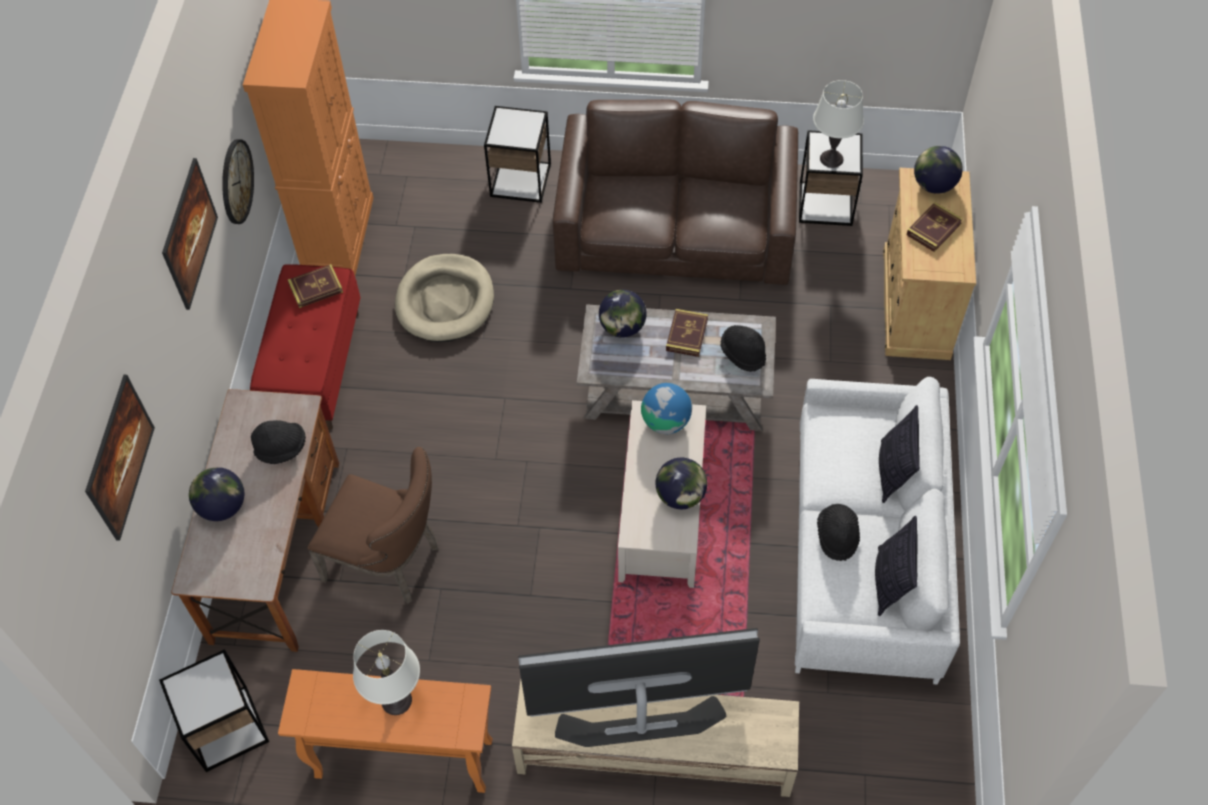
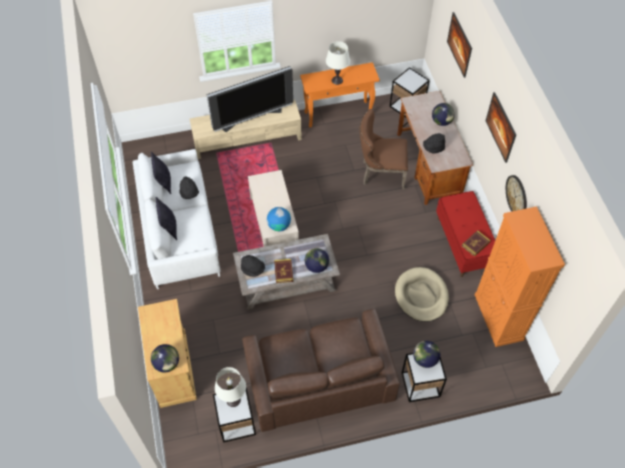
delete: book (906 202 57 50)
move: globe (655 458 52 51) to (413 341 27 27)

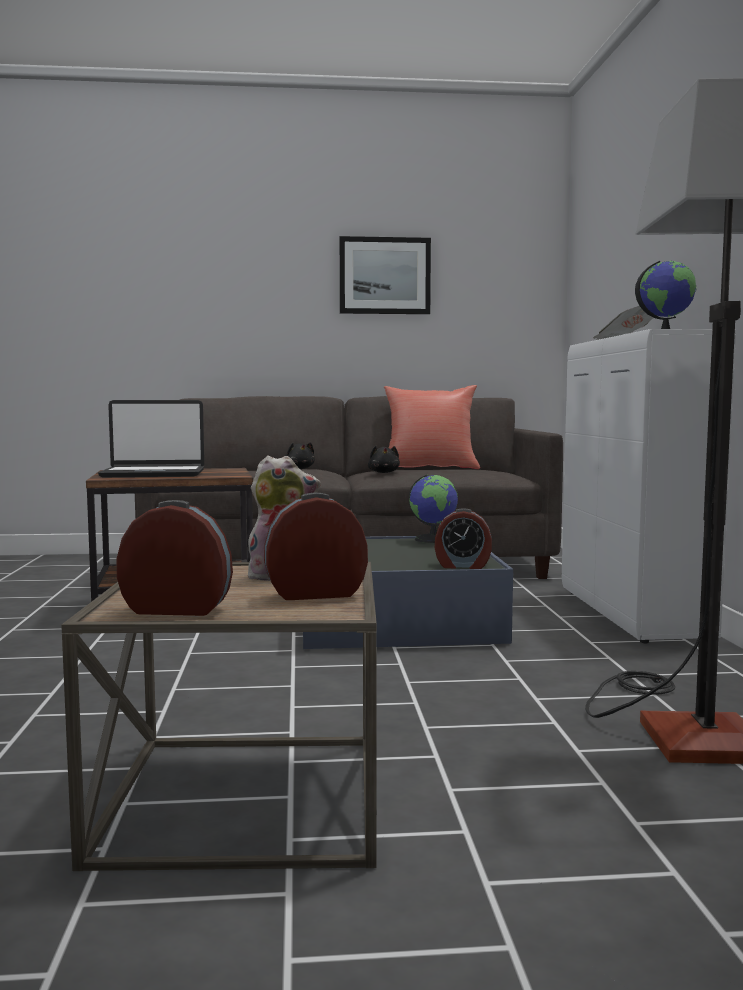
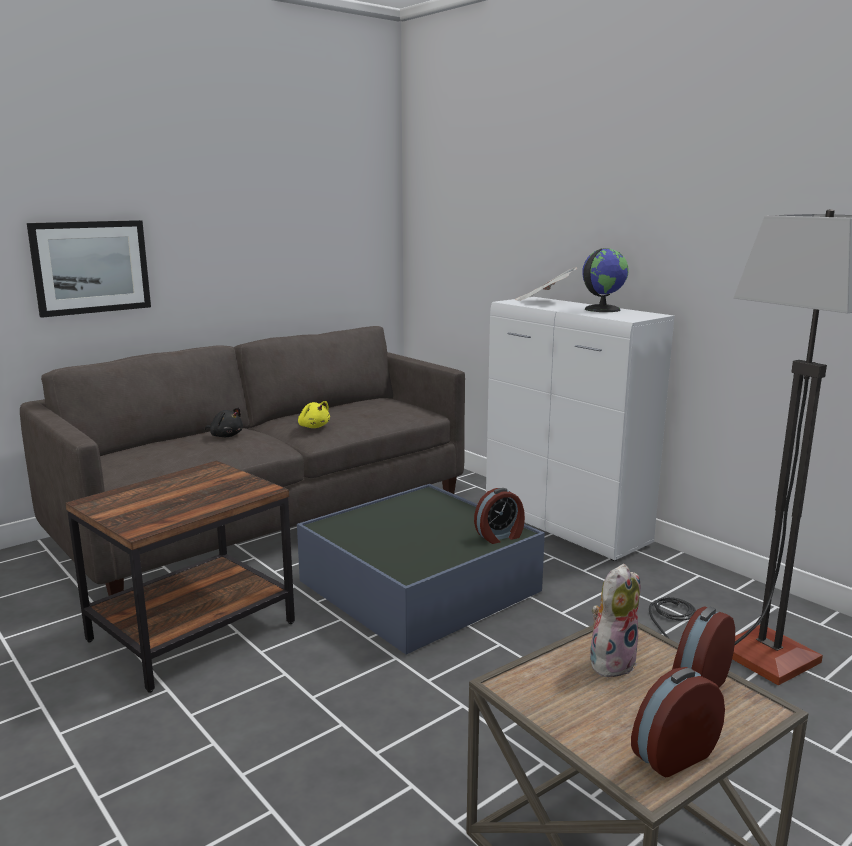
delete: laptop (98 400 106 77); pillow/red (384 385 96 84); globe (408 475 50 68)
move: picture (340 236 91 78) to (27 220 124 98)
recolor: plush toy/black (368 445 32 28) to plush toy/yellow (298 401 32 27)

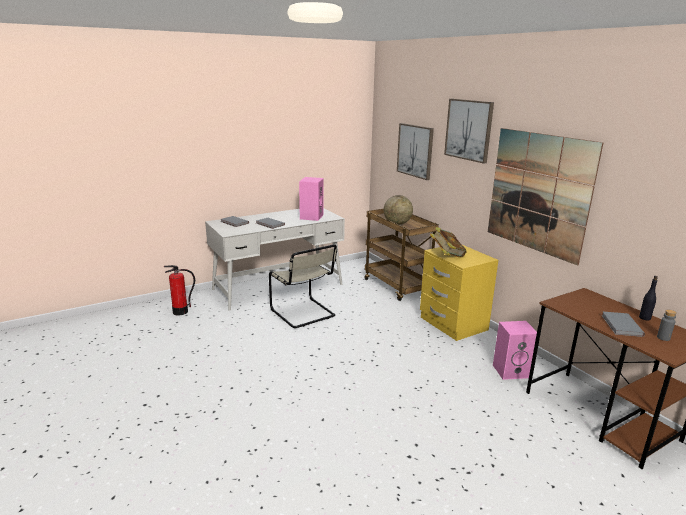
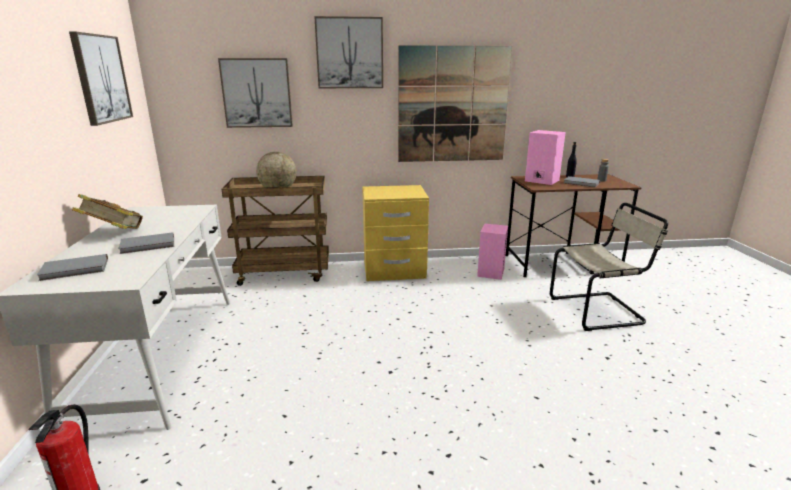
insert: picture (69 32 64 94)
move: book (430 227 37 31) to (72 194 71 35); speaker/pink (299 177 25 44) to (525 130 41 55); chair/beige (269 244 68 84) to (550 203 118 128)

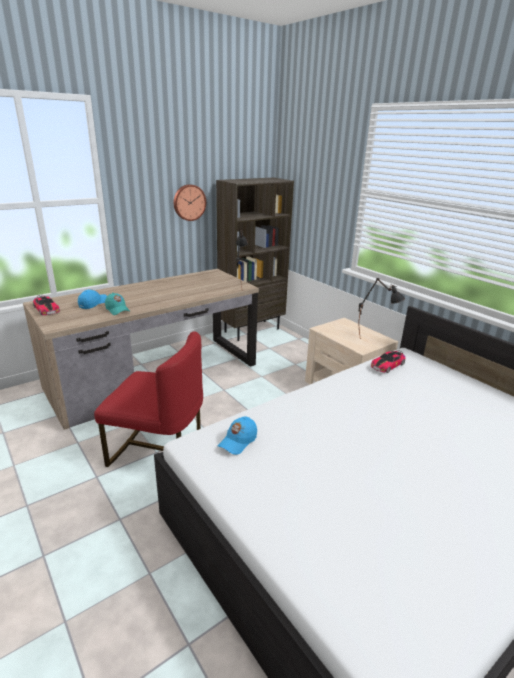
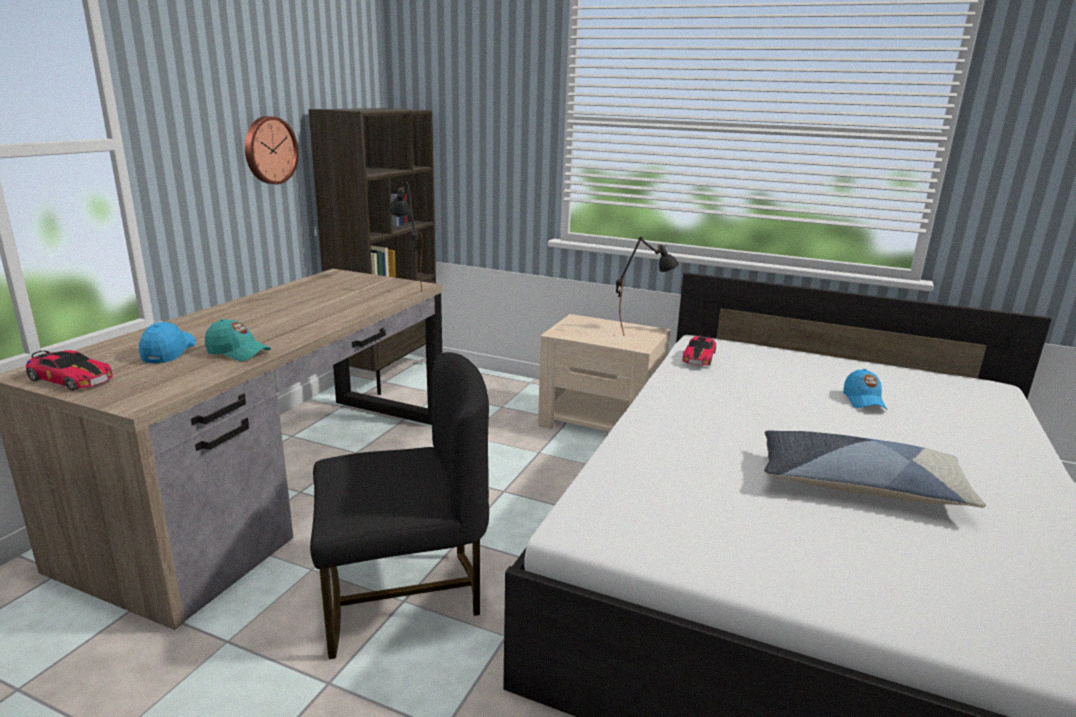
insert: pillow (764 430 222 78)
move: cap/blue (218 417 39 38) to (843 369 44 41)
recolor: chair/red (94 331 109 136) to chair/black (310 352 179 307)

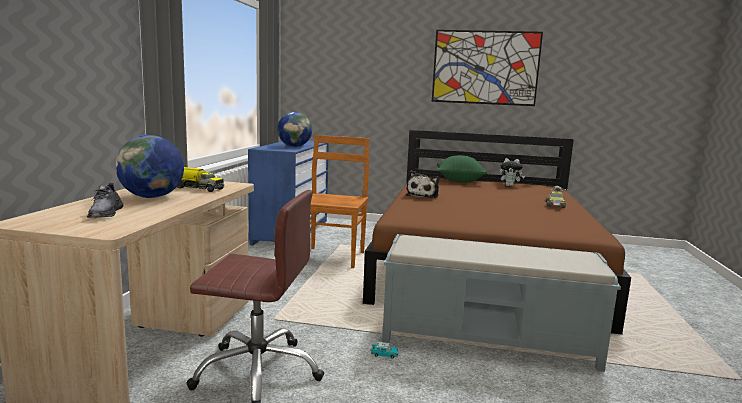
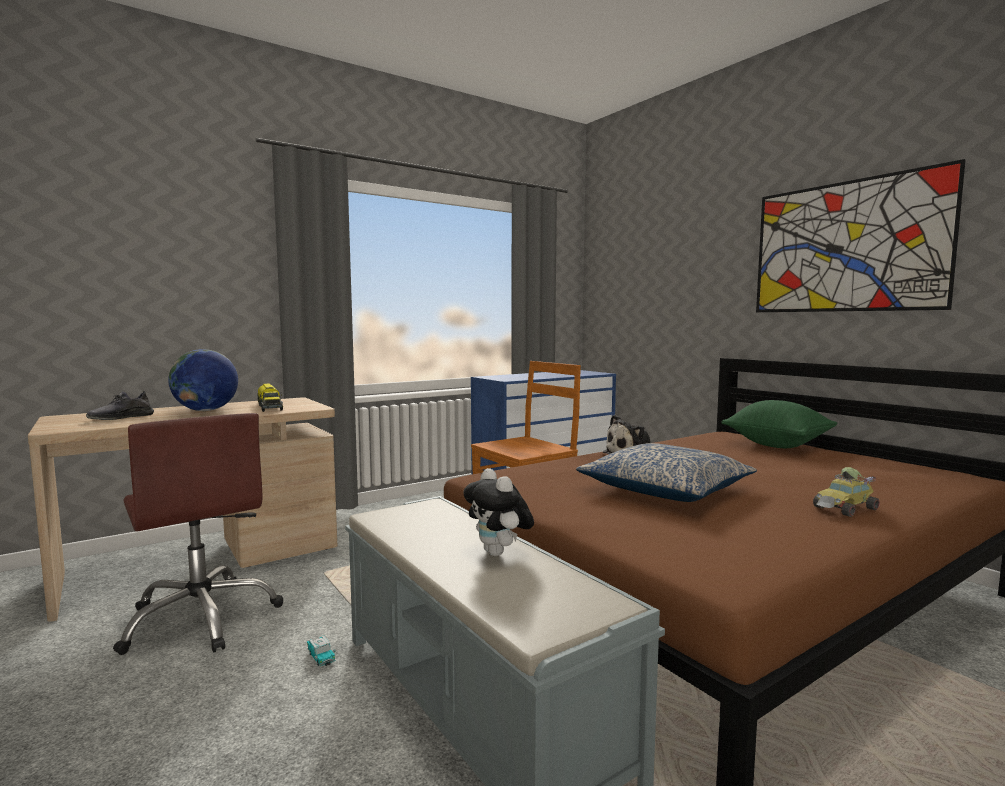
delete: globe (277 112 35 35)
insert: pillow (576 443 181 59)
move: plush toy (499 158 26 28) to (463 468 71 88)

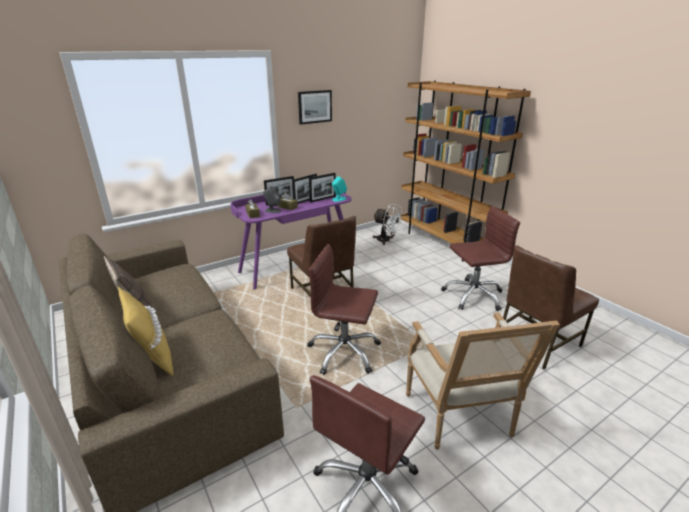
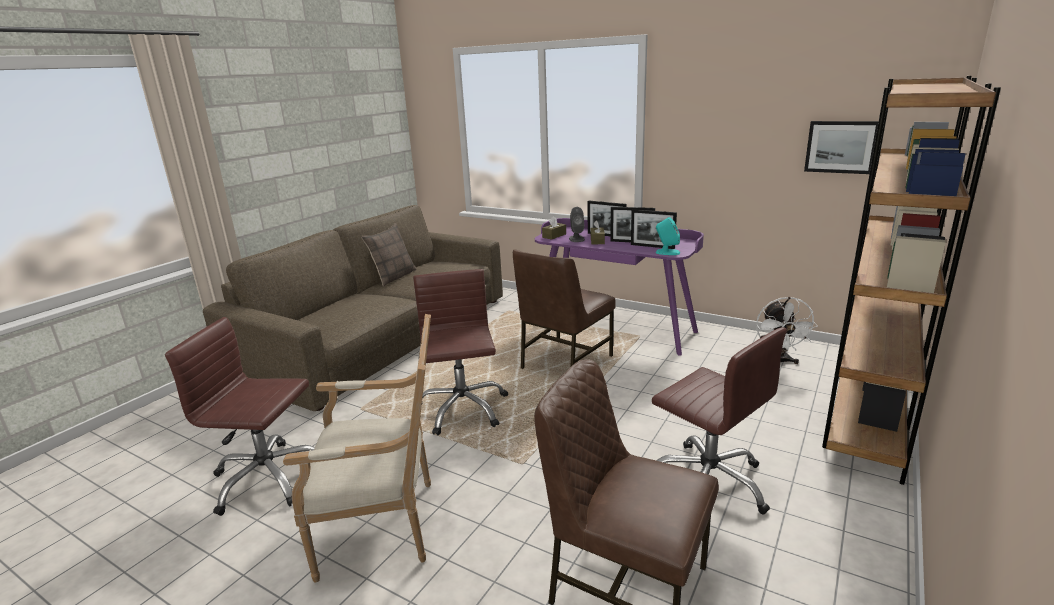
delete: pillow/yellow (118 287 56 89)
move: picture (298 90 34 35) to (804 121 75 53)
rotate: armchair (406 312 154 138) = (283 314 148 269) 150 degrees counterclockwise

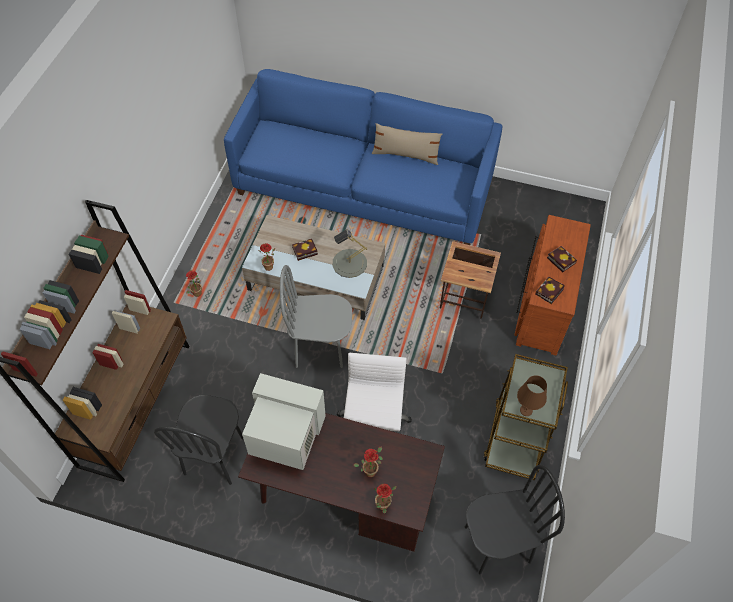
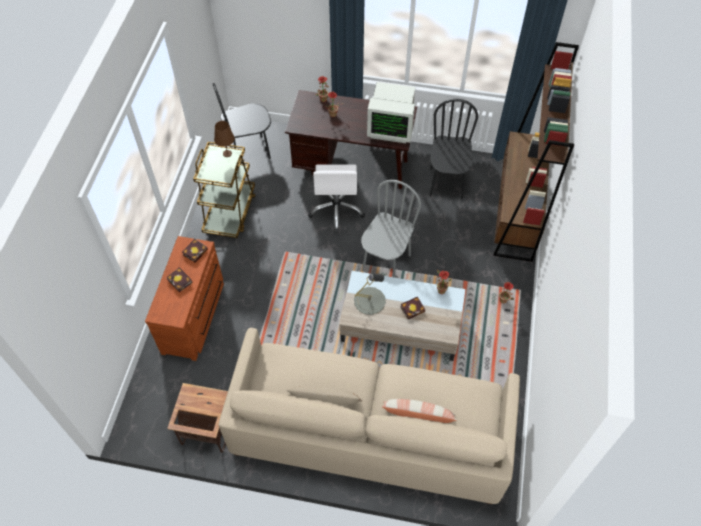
insert: pillow (382 399 75 24)
move: side table (440 241 61 78) to (167 383 61 70)
recolor: sofa/blue (224 69 278 176) to sofa/beige (219 328 301 176)
rotate: chair/grey (280 265 72 103) = (361 180 60 98) 60 degrees counterclockwise

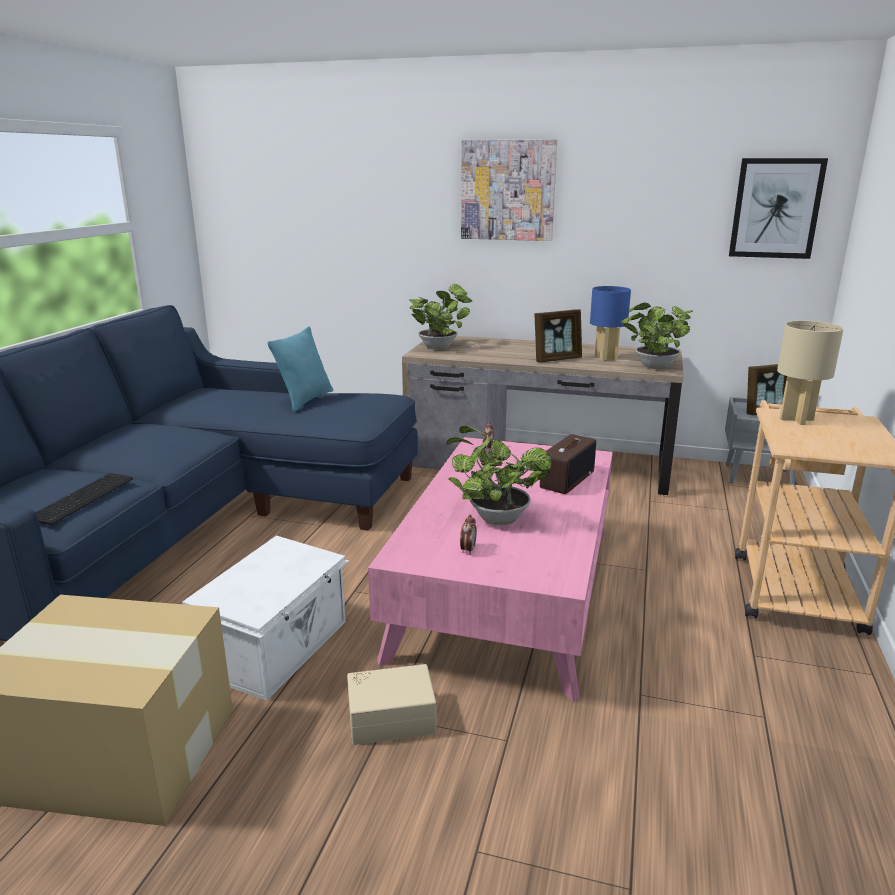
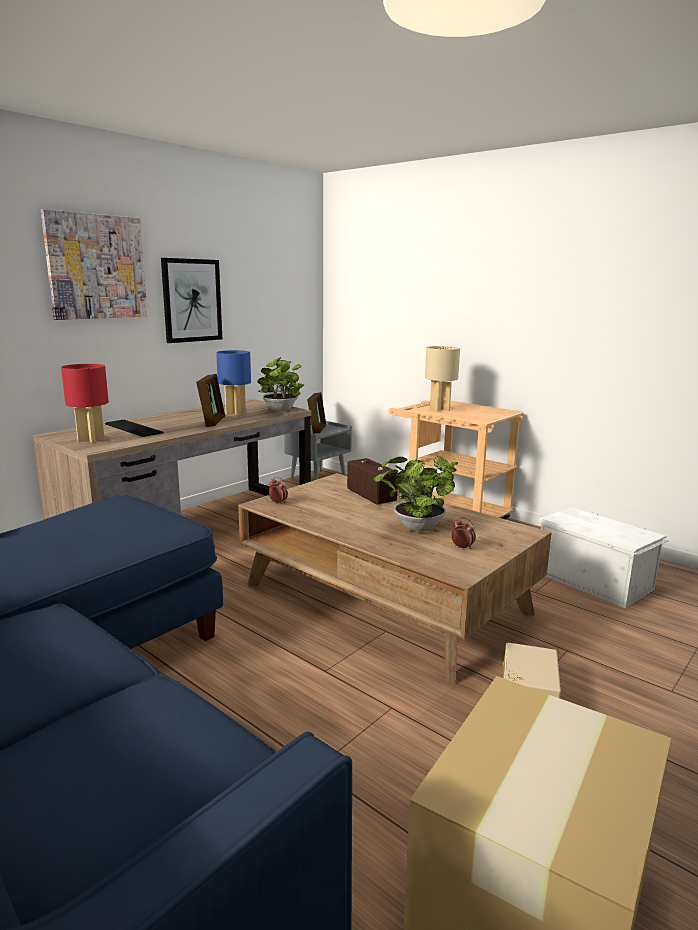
delete: pillow/turquoise (267 326 66 86)
move: keyboard (36 473 97 52) to (105 420 59 17); picture (729 158 99 101) to (161 258 61 85); storage box/white (182 536 167 165) to (538 507 131 101)
replace: potted plant (409 284 63 66) to table lamp/red (61 364 48 79)
recolor: coffee table/pink (368 437 245 265) to coffee table/brown (238 473 314 211)

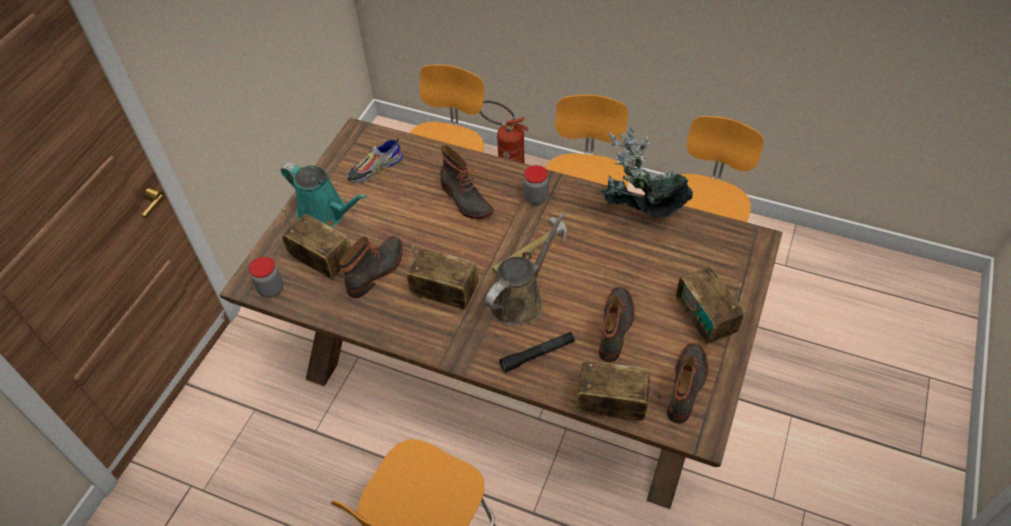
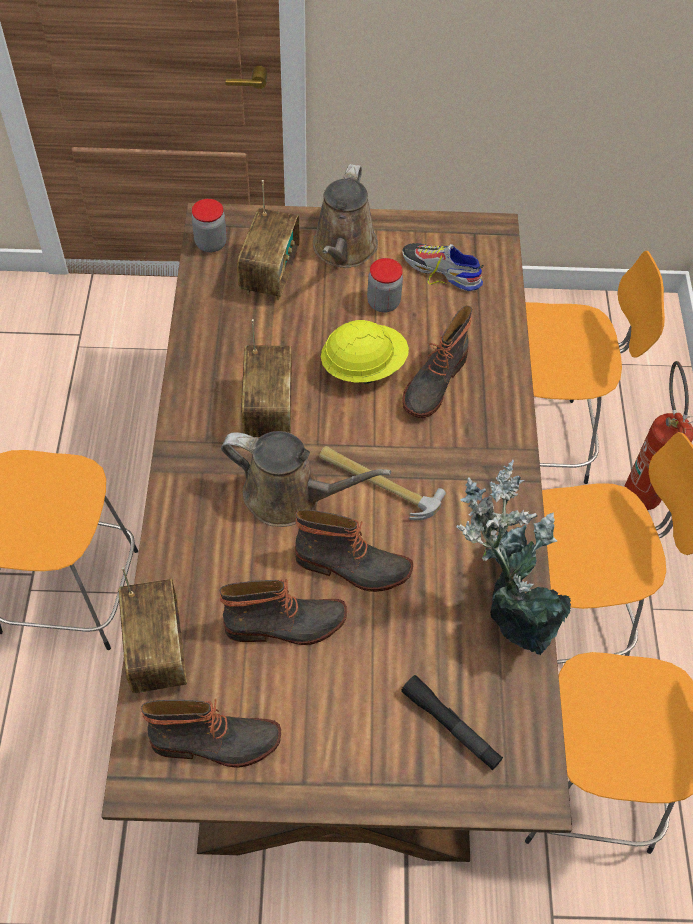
delete: radio (676 267 68 77)
insert: hard hat/yellow (321 320 88 64)
move: boot (339 236 64 62) to (295 509 118 83); jar (523 165 26 40) to (367 258 36 55); flashlight/black (500 332 75 41) to (401 675 102 95)
recolor: watering can/turquoise (281 162 86 65) to watering can/brown (313 164 65 104)

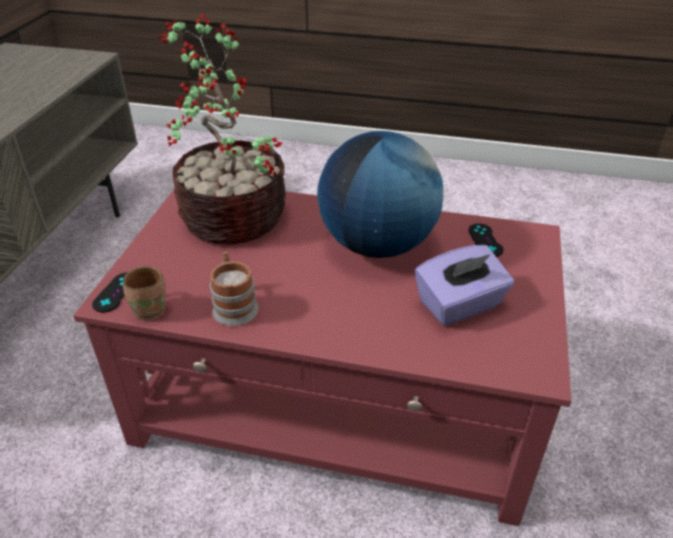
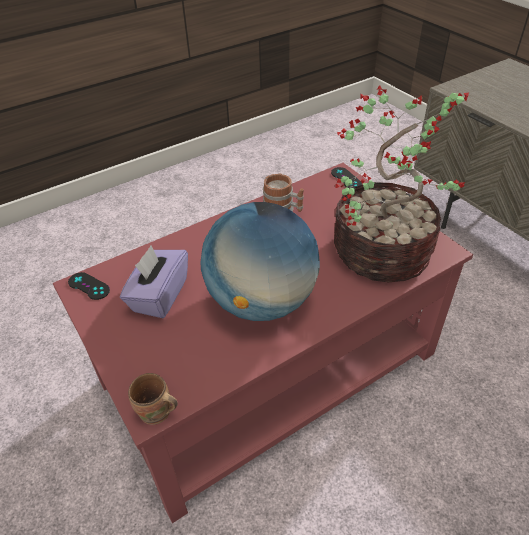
move: game controller/black (468 223 36 34) to (68 272 42 28); mug/brown (123 266 43 54) to (128 373 50 52)

